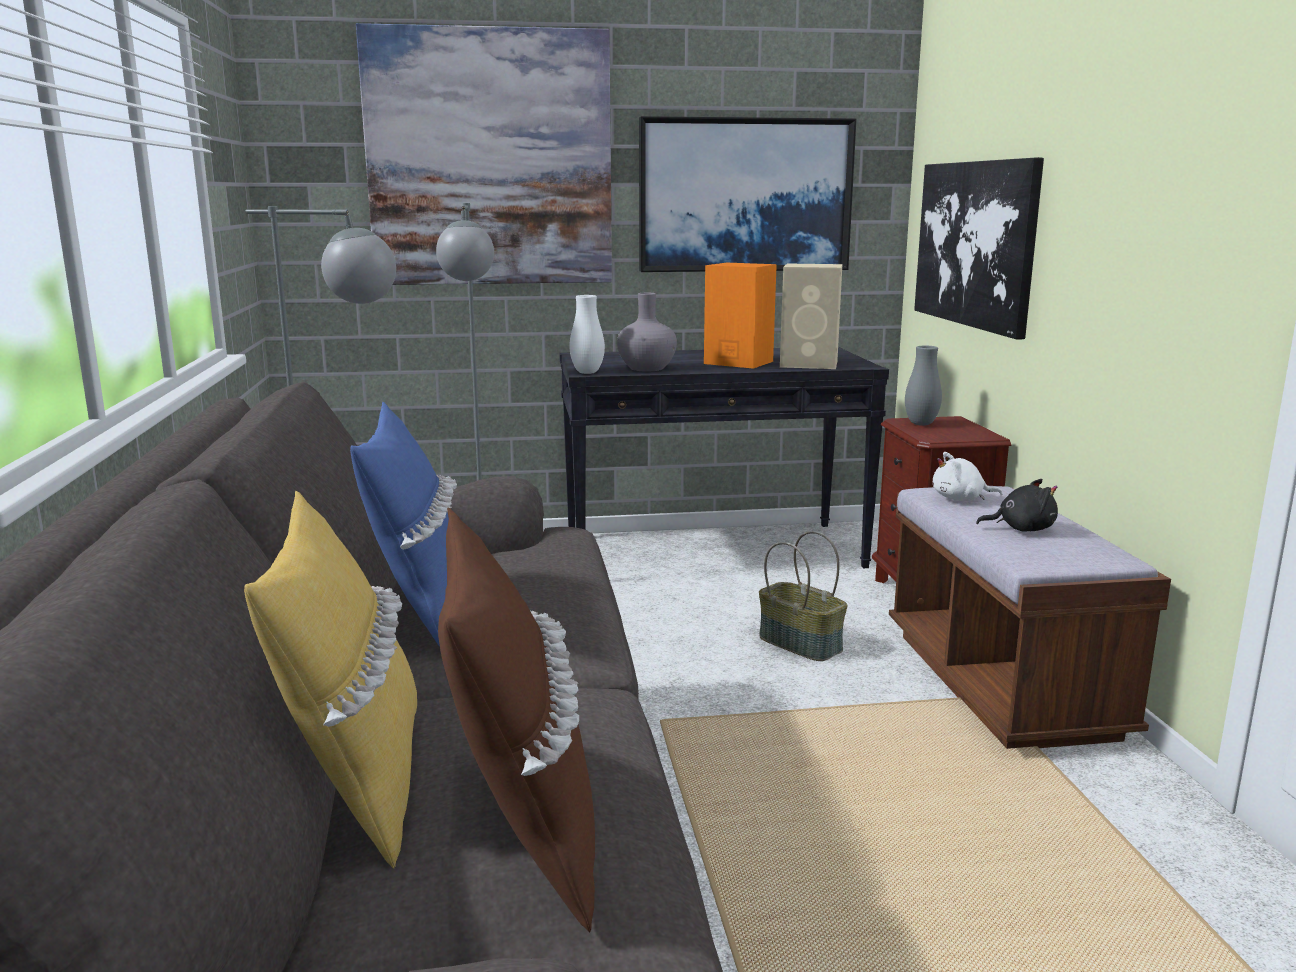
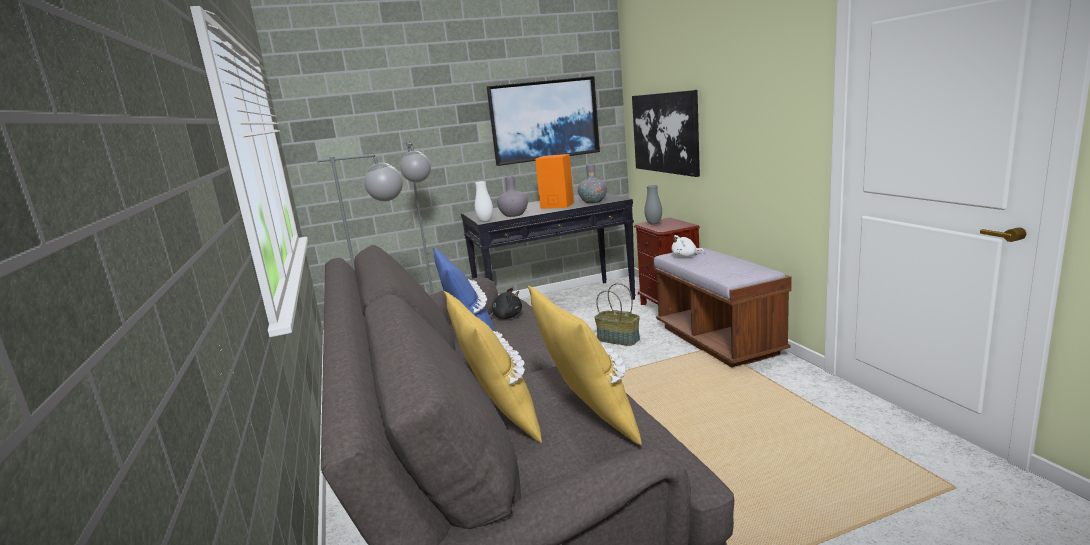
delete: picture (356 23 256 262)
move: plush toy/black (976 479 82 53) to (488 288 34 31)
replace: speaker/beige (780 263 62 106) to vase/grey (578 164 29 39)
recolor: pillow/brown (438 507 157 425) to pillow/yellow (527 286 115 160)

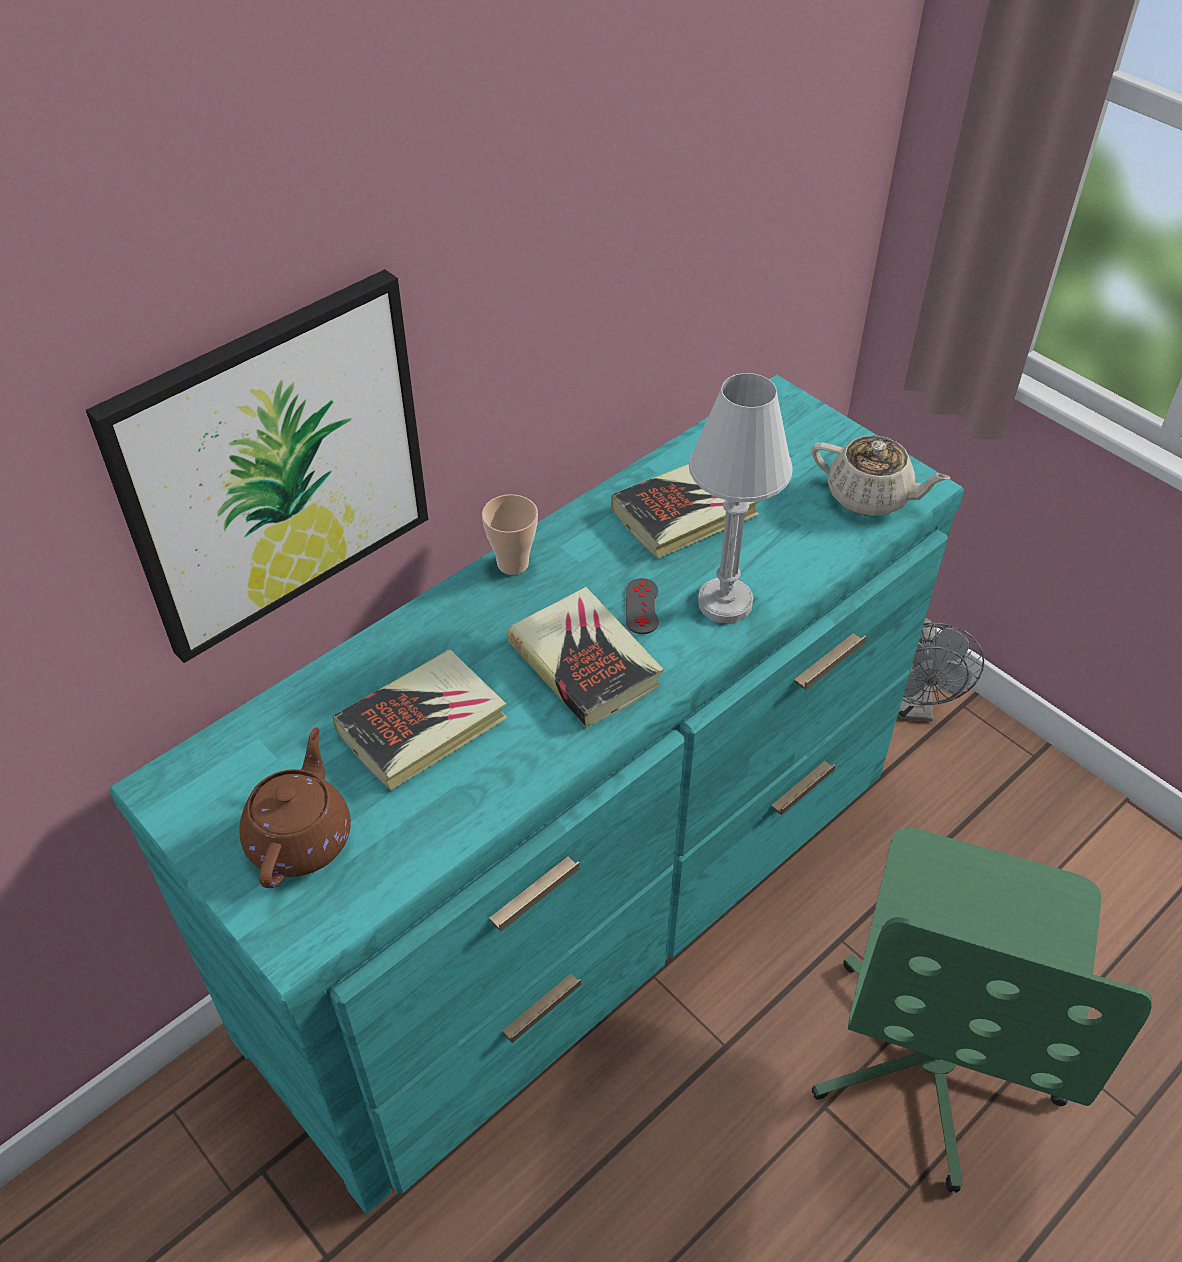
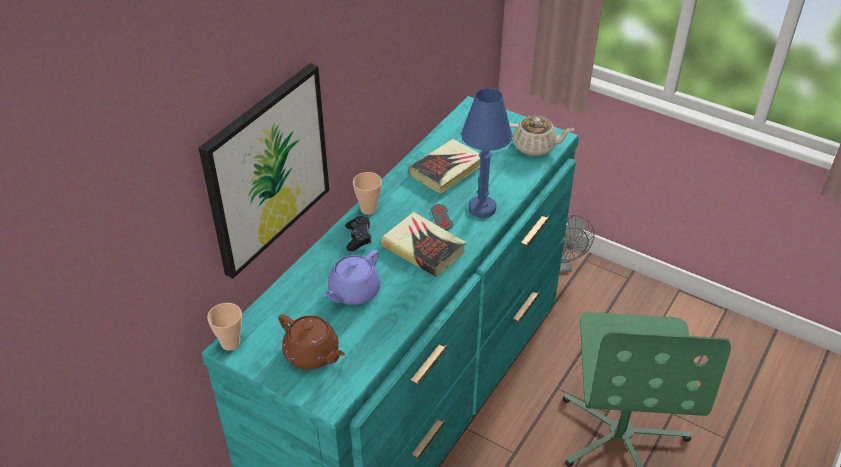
insert: cup (207 303 35 48); game controller/black (345 216 26 35)
replace: book (333 649 174 142) to teapot/purple (324 250 57 55)
recolor: table lamp/white (689 373 104 250) to table lamp/blue (461 88 51 130)
rotate: teapot/brown (239 727 112 161) = (278 314 67 56) 135 degrees clockwise

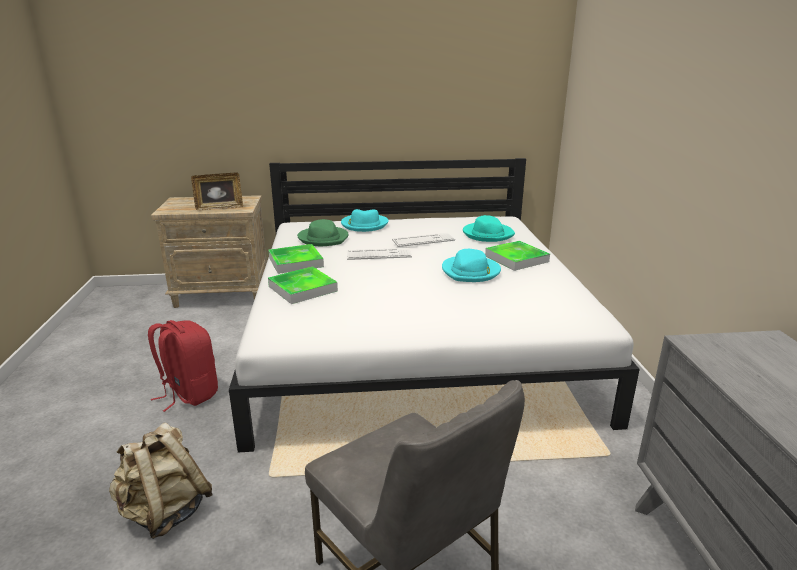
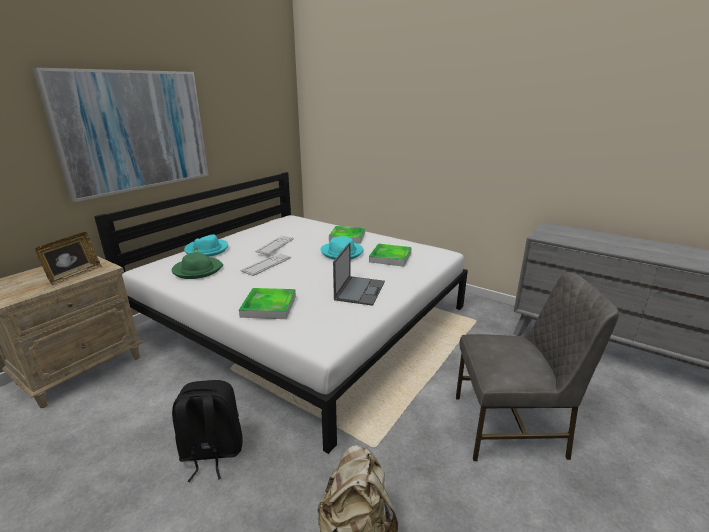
delete: hat/turquoise (463 215 52 27)
insert: picture (32 68 177 134); laptop (333 242 52 64)
move: tray (268 244 56 30) to (369 243 43 24)
recolor: backpack/red (148 320 70 92) to backpack/black (172 380 71 102)

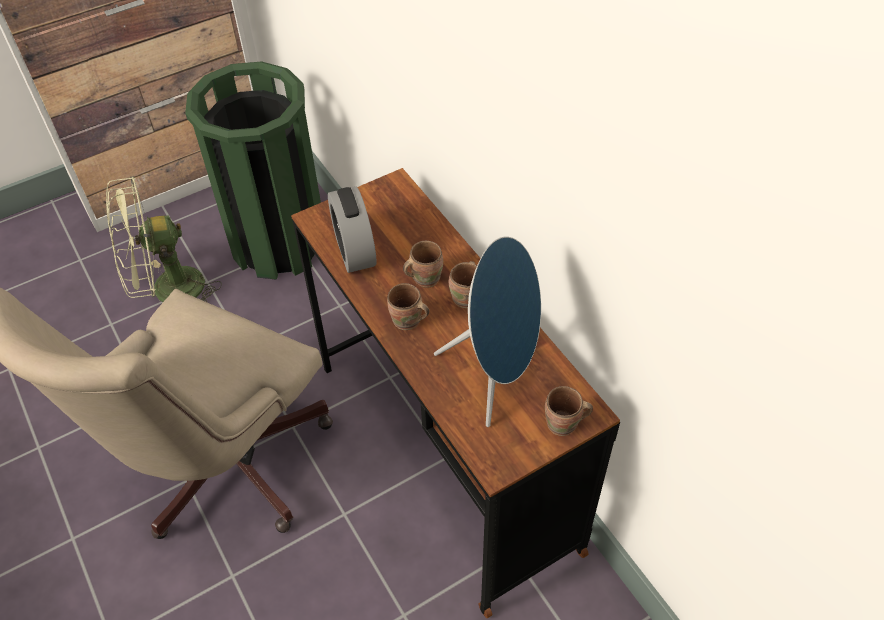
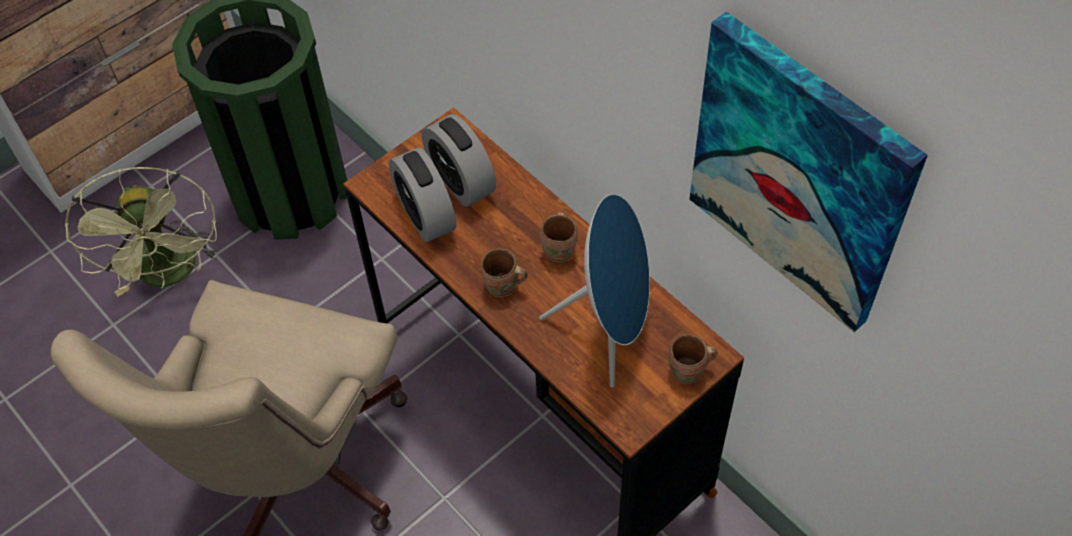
delete: mug/brown (403 241 40 47)
insert: alarm clock (422 114 74 93); picture (689 12 239 320)
rotate: fan/green (106 176 116 126) = (65 167 154 129) 75 degrees counterclockwise

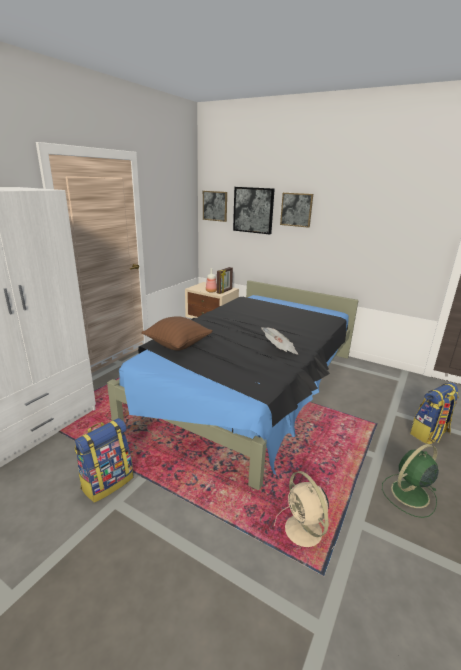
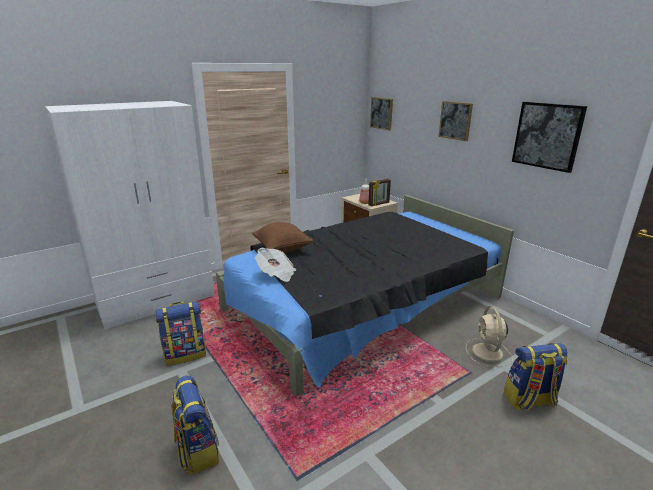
delete: fan/green (382 444 57 74)
insert: backpack (172 376 47 99)
move: newspaper (261 327 37 28) to (255 248 41 34); fan/beige (274 471 61 78) to (466 306 47 61); picture (233 187 42 47) to (512 102 75 71)

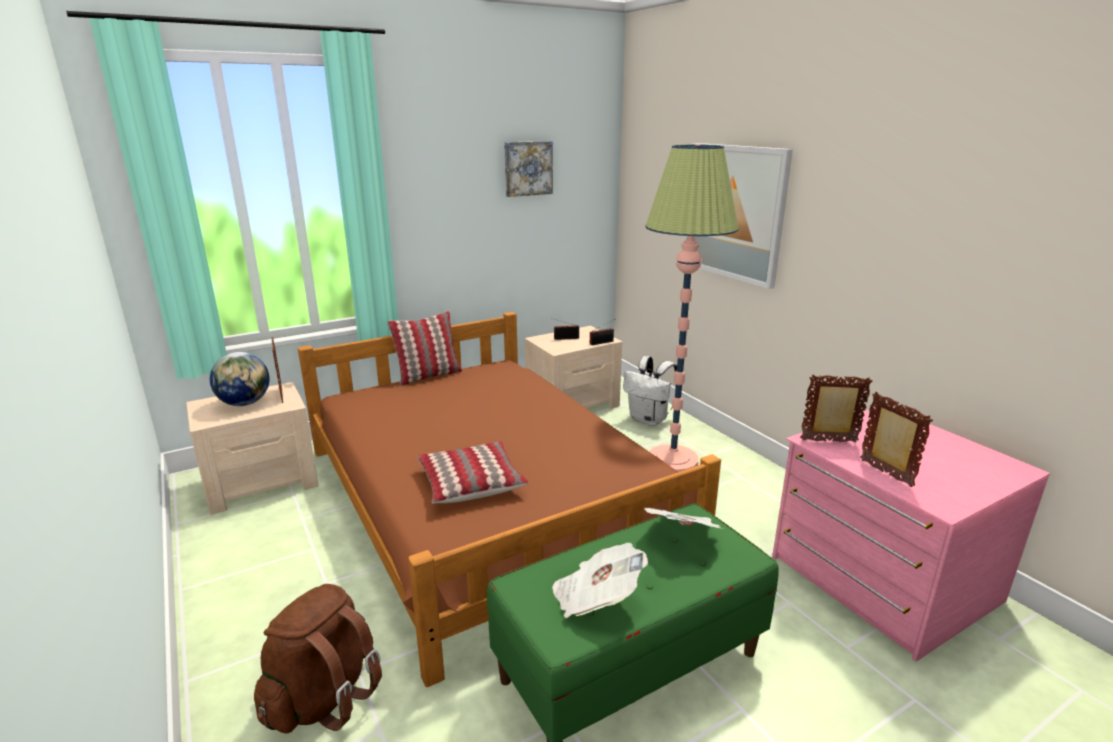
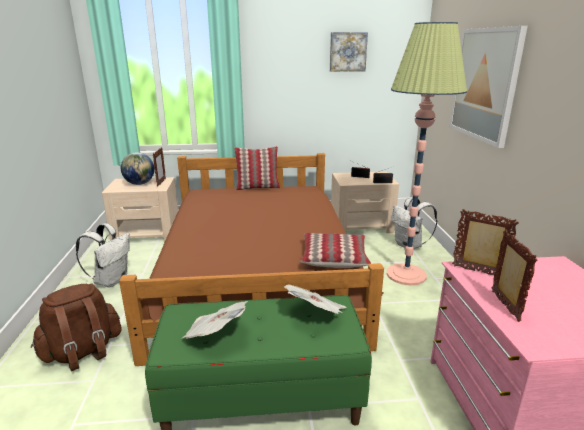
insert: backpack/white (76 223 54 64)
move: pillow (417 441 111 62) to (300 233 71 35)

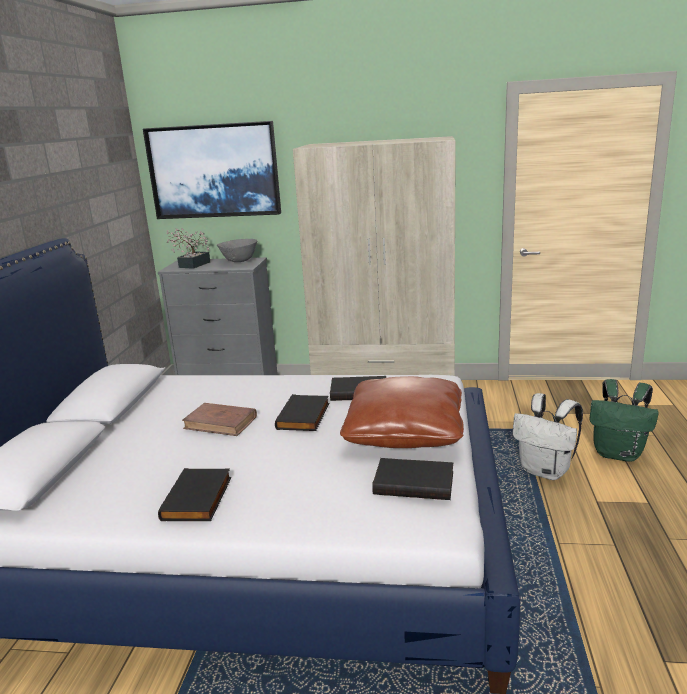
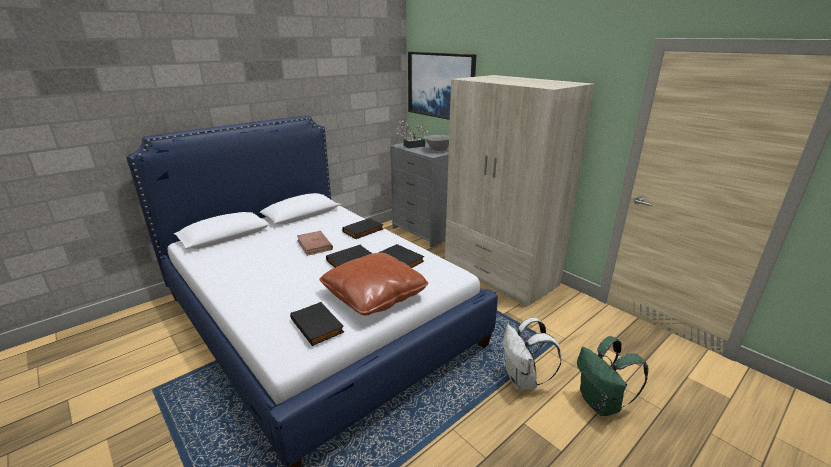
move: book/black (158 468 73 53) to (342 218 41 21)

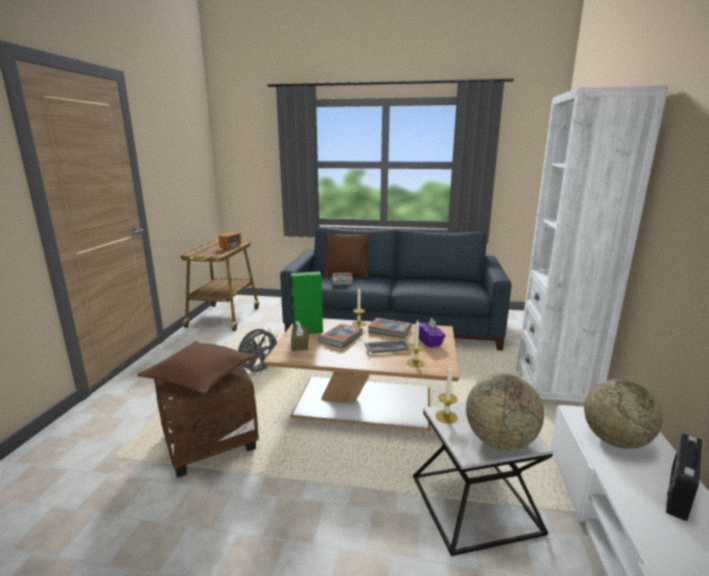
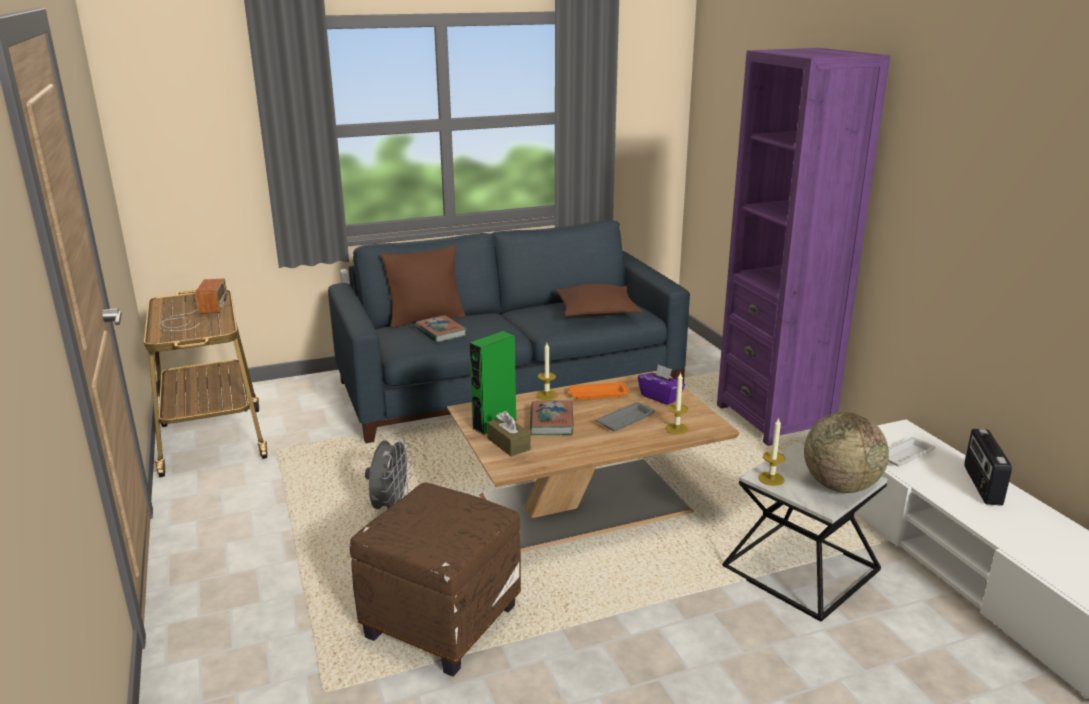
move: pillow/brown (137 341 119 53) to (555 284 87 32)
replace: book (368 318 44 20) to tray/orange (568 382 62 18); globe (584 379 79 70) to tray/white (888 437 48 29)
recolor: bookcase/white (517 85 151 317) to bookcase/purple (717 48 173 398)

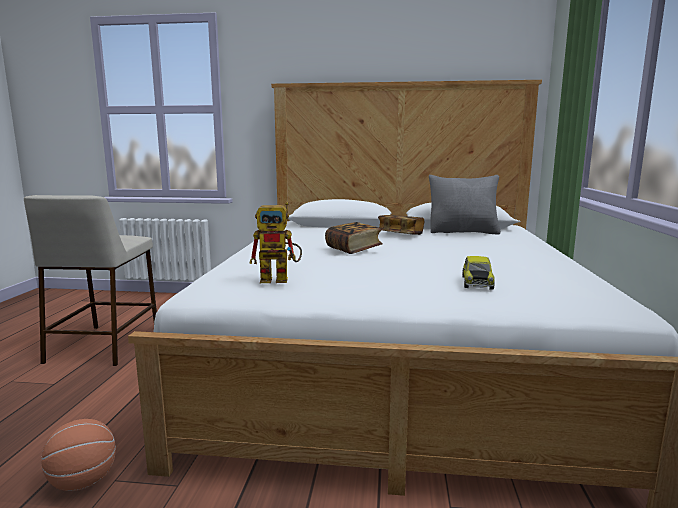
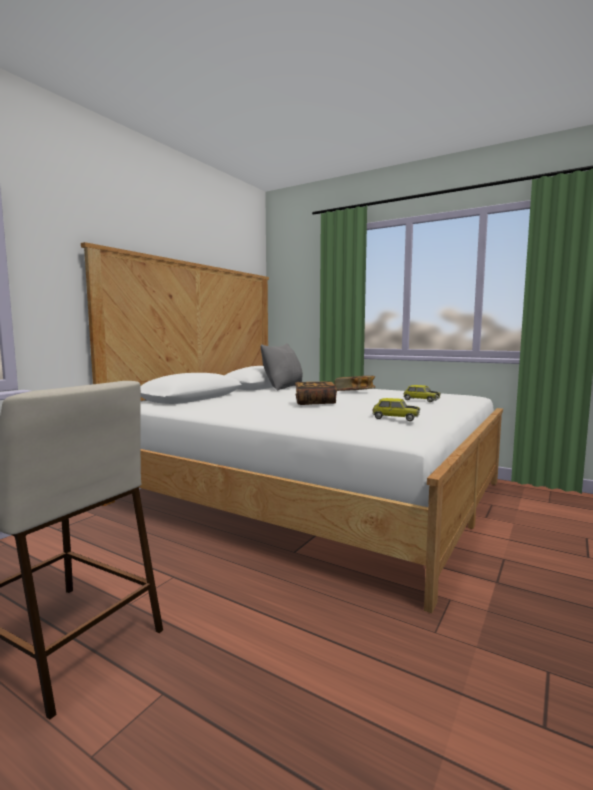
delete: basketball (41 419 75 72)
move: book (378 215 46 20) to (334 376 41 15)
replace: toy robot (249 202 53 81) to toy car (372 398 48 23)

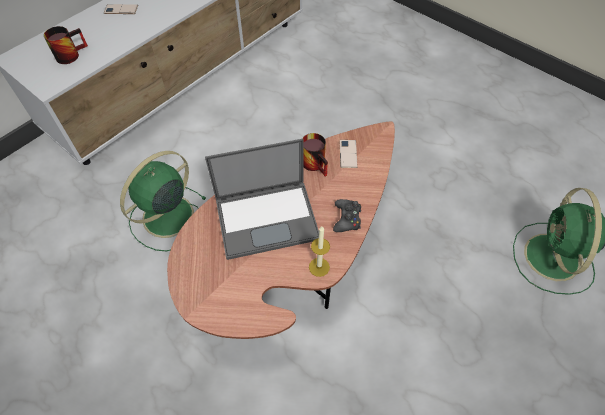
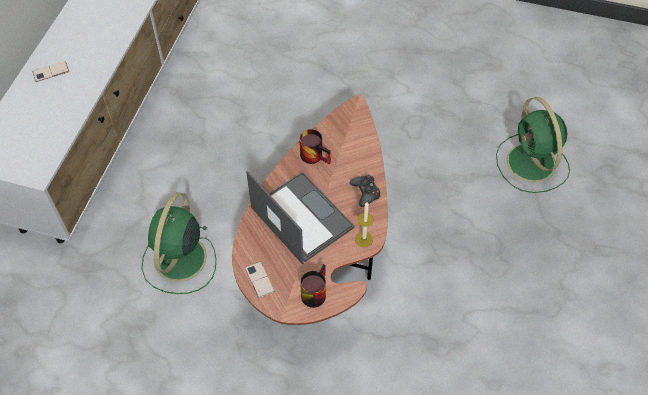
move: phone (340 140 18 28) to (245 261 30 37); mug (44 26 44 38) to (300 264 26 44)
rotate: laptop (205 139 114 121) = (246 171 109 93) 90 degrees counterclockwise

